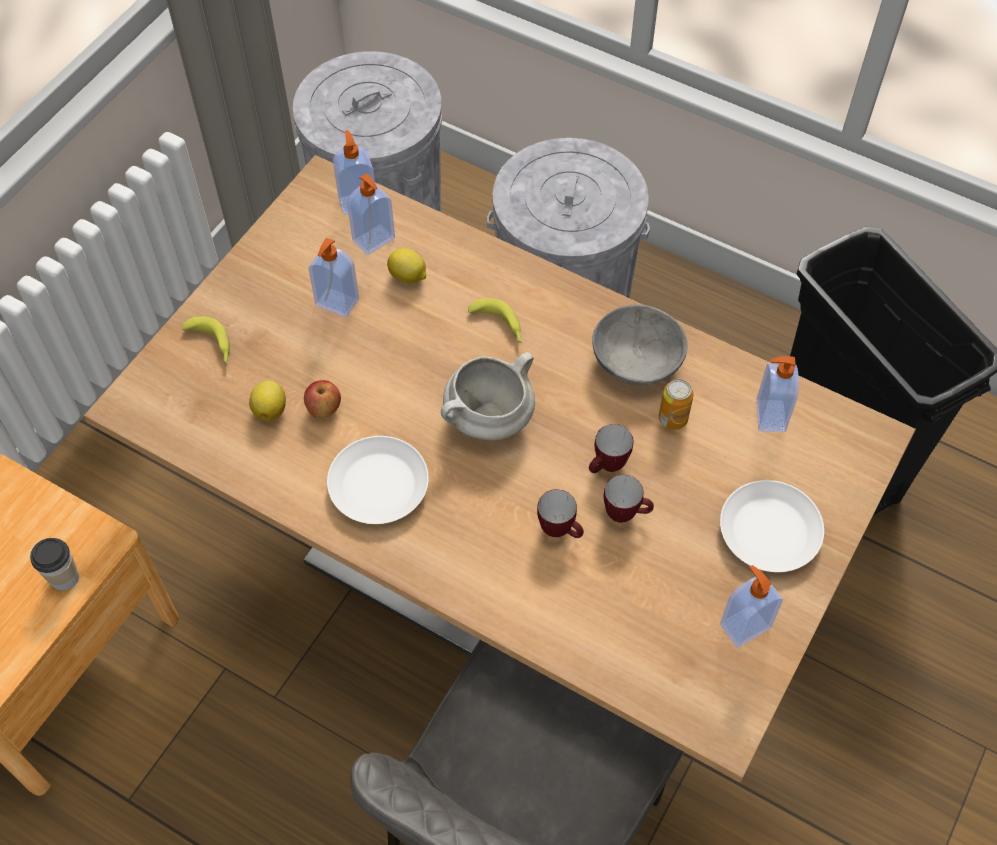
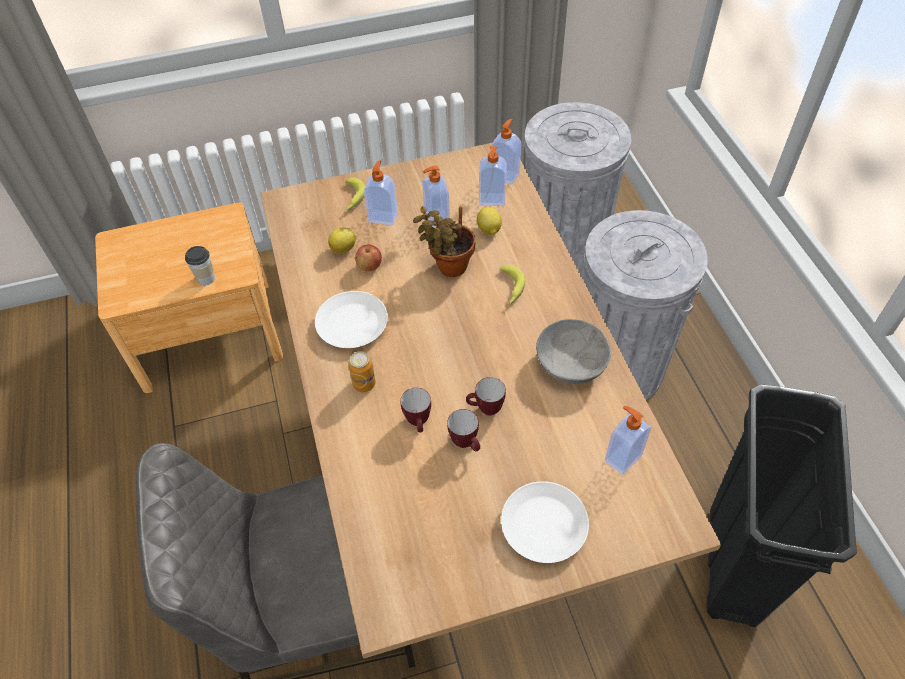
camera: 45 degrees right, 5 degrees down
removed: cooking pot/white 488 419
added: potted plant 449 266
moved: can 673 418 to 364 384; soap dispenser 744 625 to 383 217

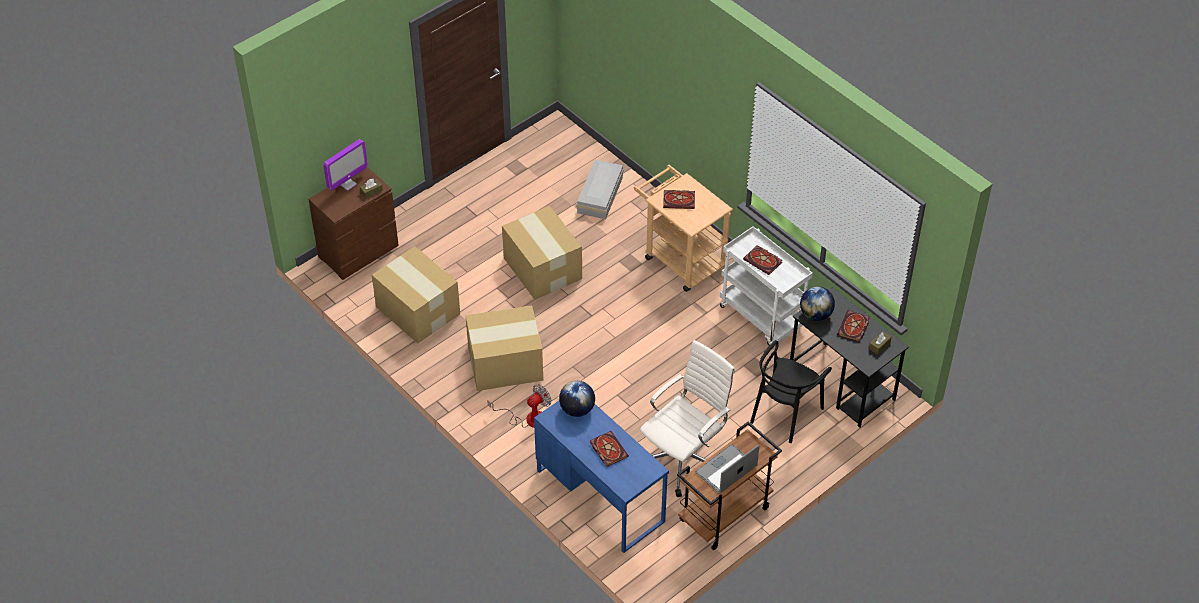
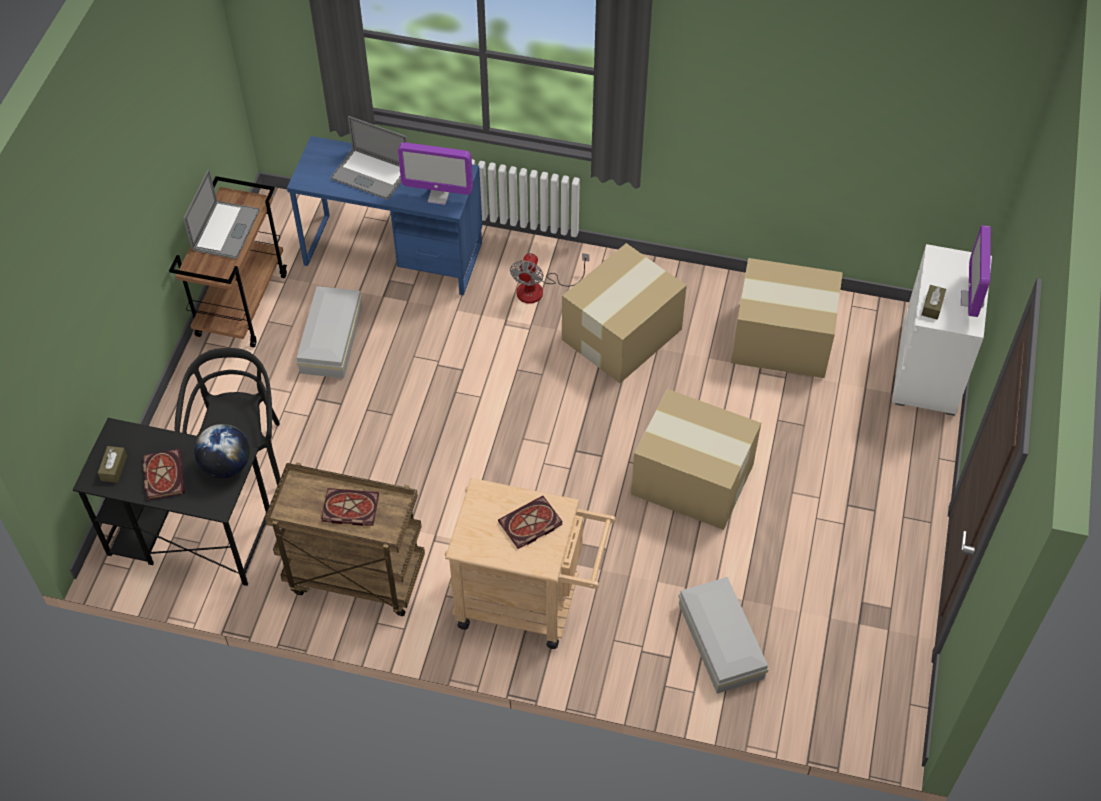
camera: 145 degrees right, 5 degrees up
replaced: office chair/white 684 458 to storage box/white 330 340; book 607 449 to laptop 370 174; globe 577 409 to monitor 438 196
recoloured: cart/white 763 317 to cart/brown 354 577; dresser/brown 359 252 to dresser/white 928 370

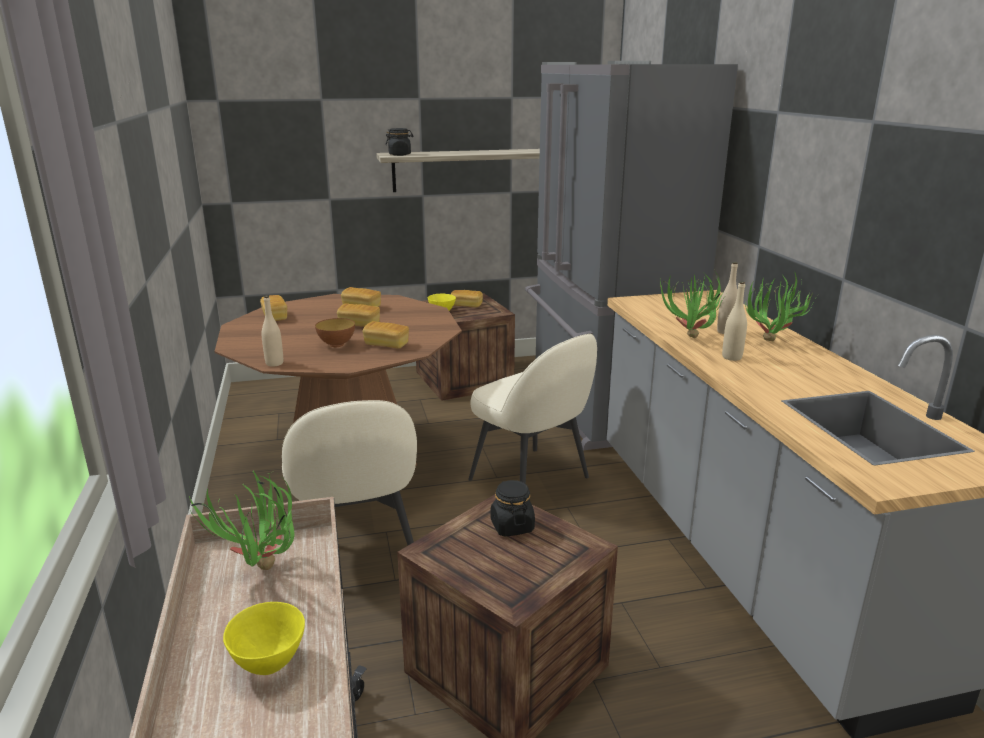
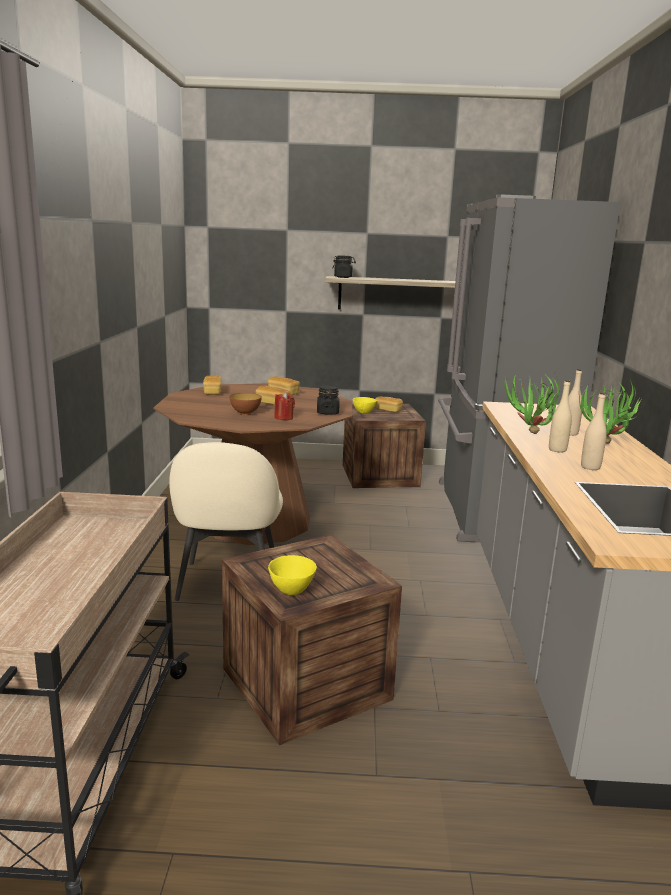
camera: 15 degrees right, 5 degrees down
removed: potted plant 262 576; chair/beige 531 480
moved: bowl/yellow 270 663 to 292 591; jar/black 512 526 to 327 412; bottle/beige 274 363 to 590 467
replaced: bread 386 344 to candle/red 284 418

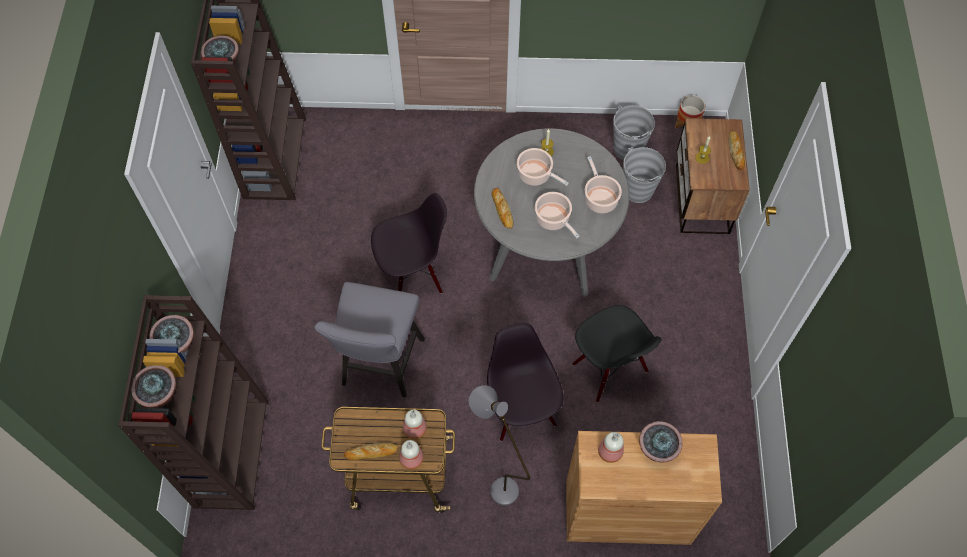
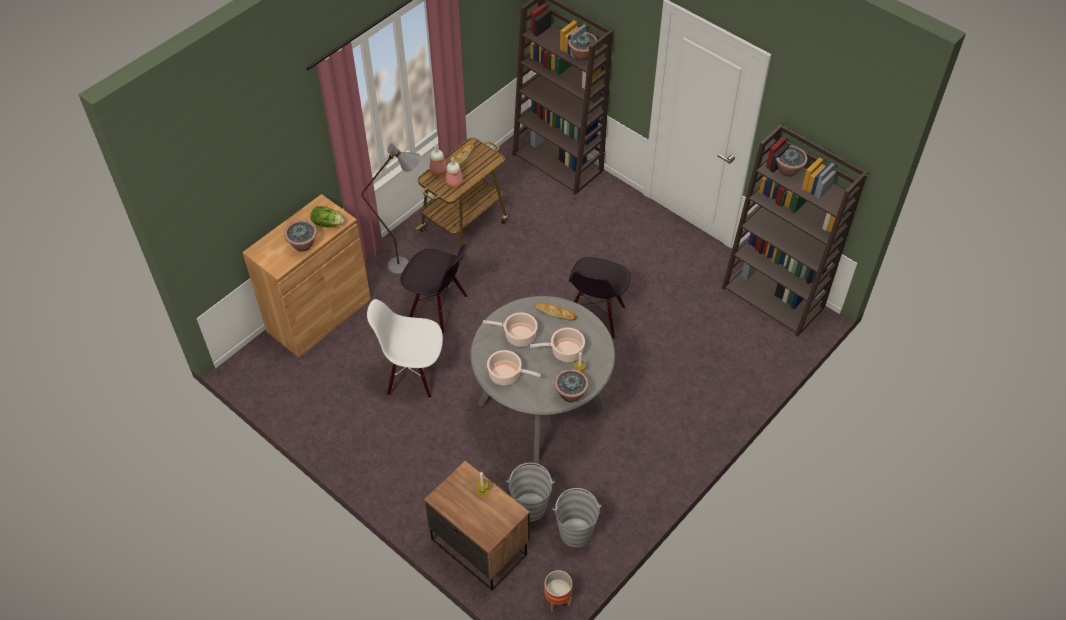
camera: 130 degrees right, 10 degrees down
removed: stool/grey 380 367; bread 736 151
moved: potted plant 160 395 to 570 394
replaced: bottle 609 452 to lettuce 327 223
recoloured: chair/black 609 368 to chair/white 413 375

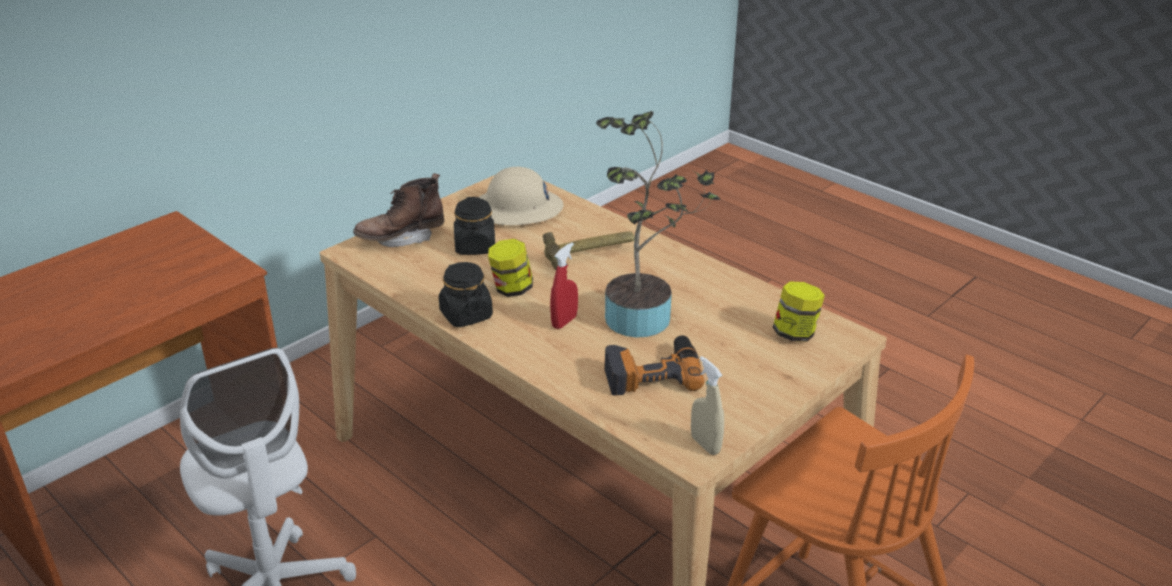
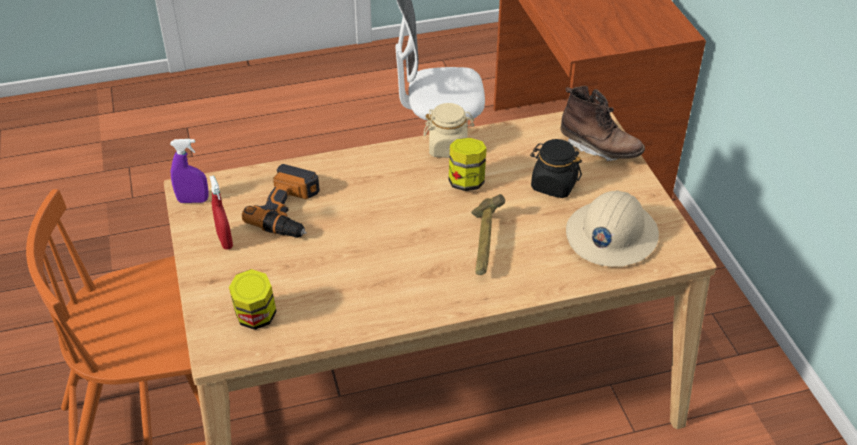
camera: 120 degrees right, 10 degrees up
removed: potted plant 645 317
moved: spray bottle/red 564 322 to 225 241
recoloured: spray bottle/beige 705 445 to spray bottle/purple 193 200; jar/black 466 315 to jar/beige 448 148
turned: boot/brown 401 238 = 599 149 120 degrees clockwise

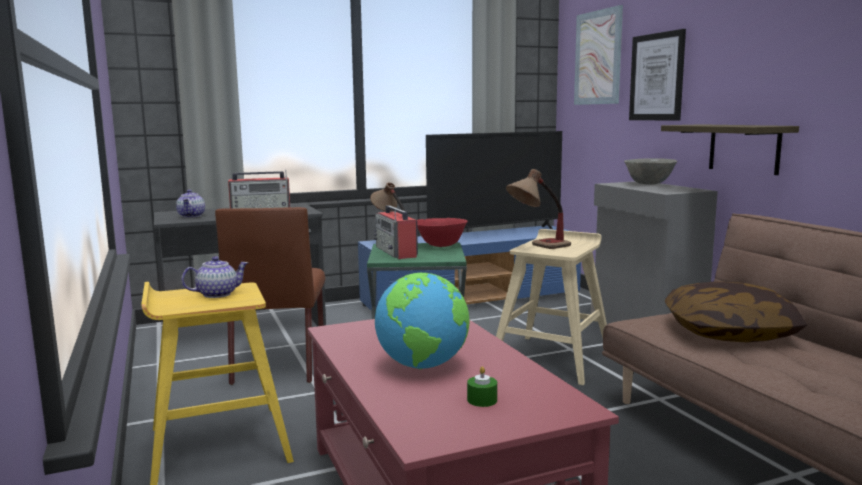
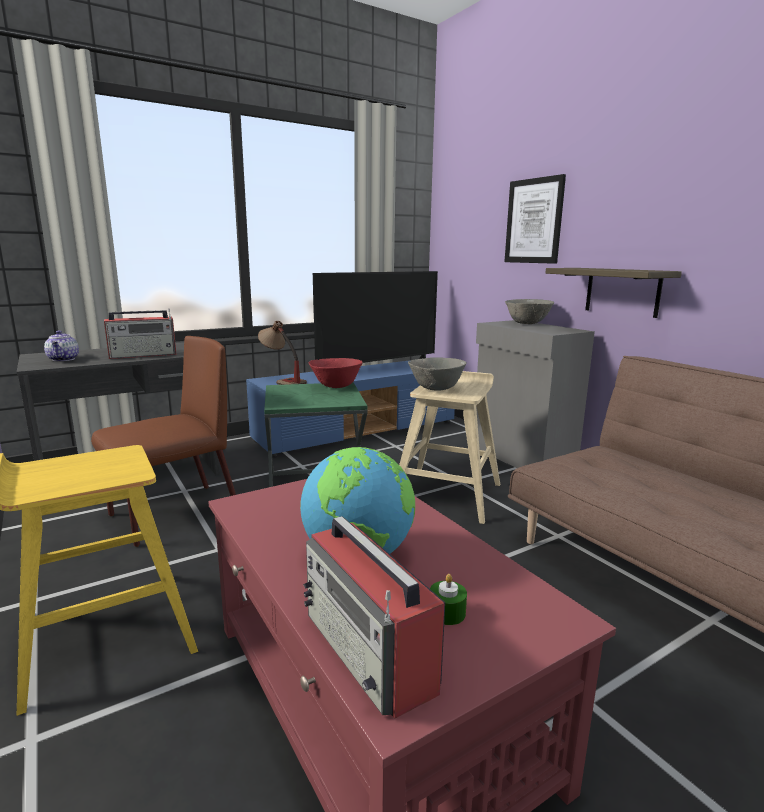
camera: 10 degrees left, 5 degrees up
removed: teapot 217 294; picture 598 58; pillow 729 333
moved: radio 396 252 to 370 652
replaced: table lamp 537 247 to bowl/grey 436 389
turned: chair/brown 280 363 = 173 514 120 degrees counterclockwise

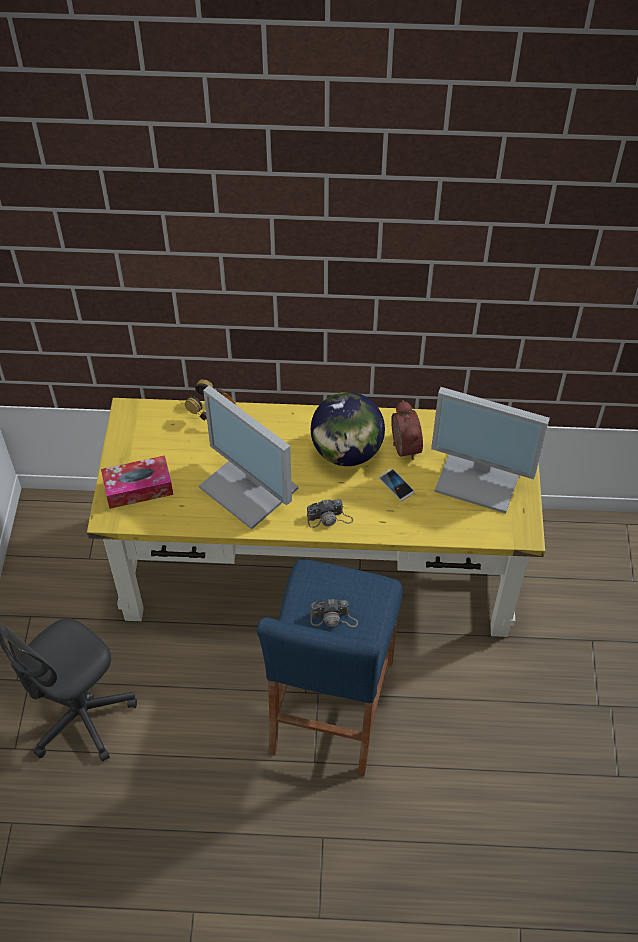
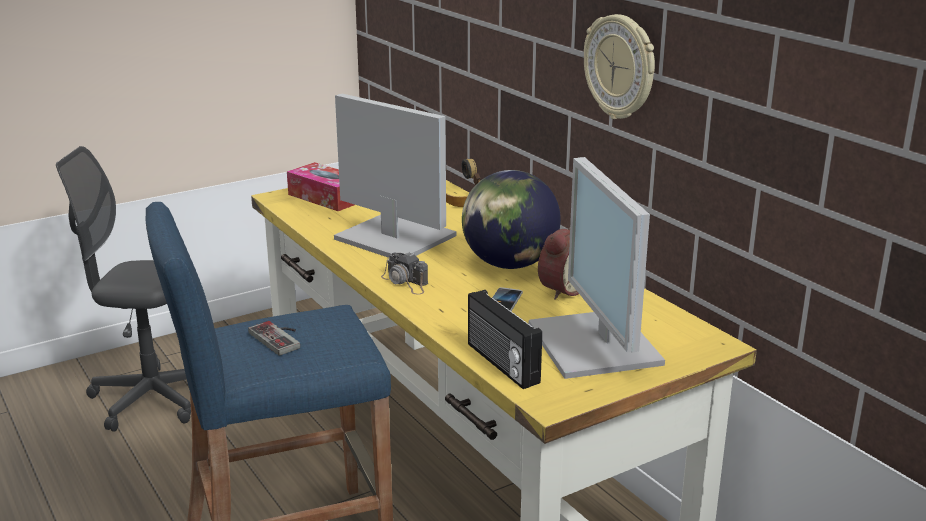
camera: 55 degrees right, 30 degrees down
added: radio 501 364; wall clock 620 67
replaced: photo camera 333 618 to game controller 280 338
turned: monitor 251 488 = 392 237 120 degrees clockwise

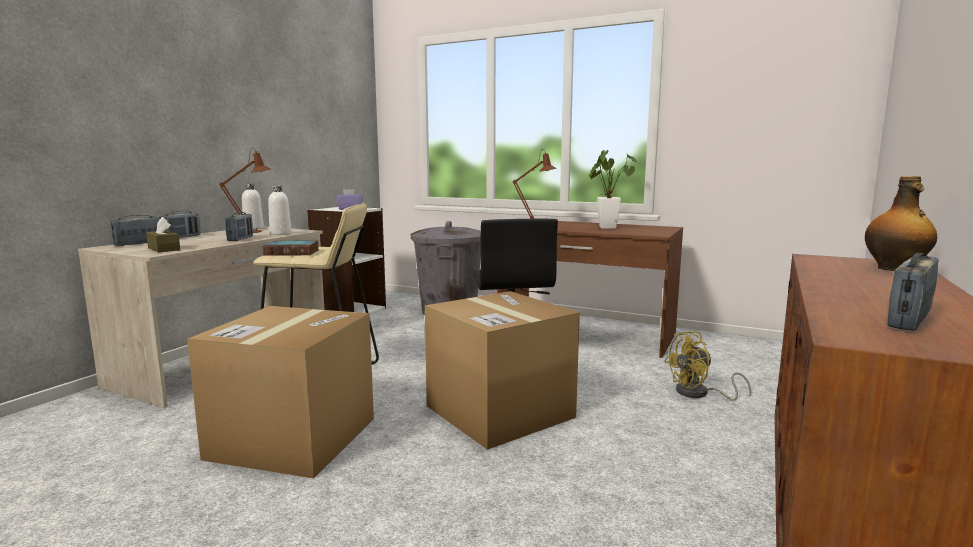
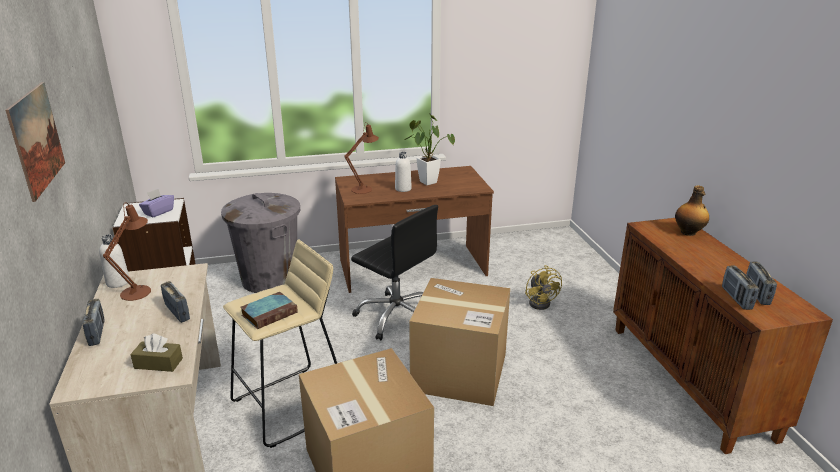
camera: 40 degrees left, 15 degrees up
added: picture 37 139
moved: bottle/white 280 234 to 403 189; radio 138 243 to 736 298
turned: fan/yellow 699 394 = 541 302 45 degrees counterclockwise

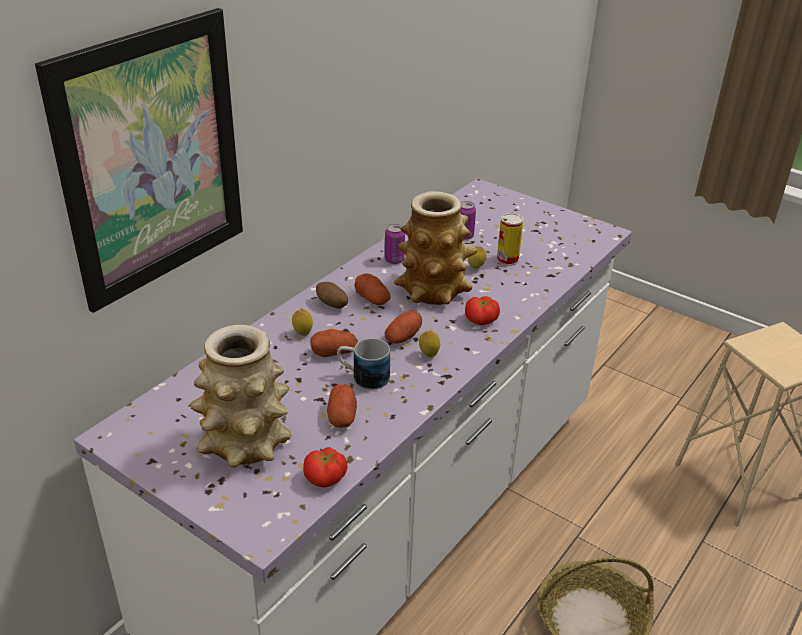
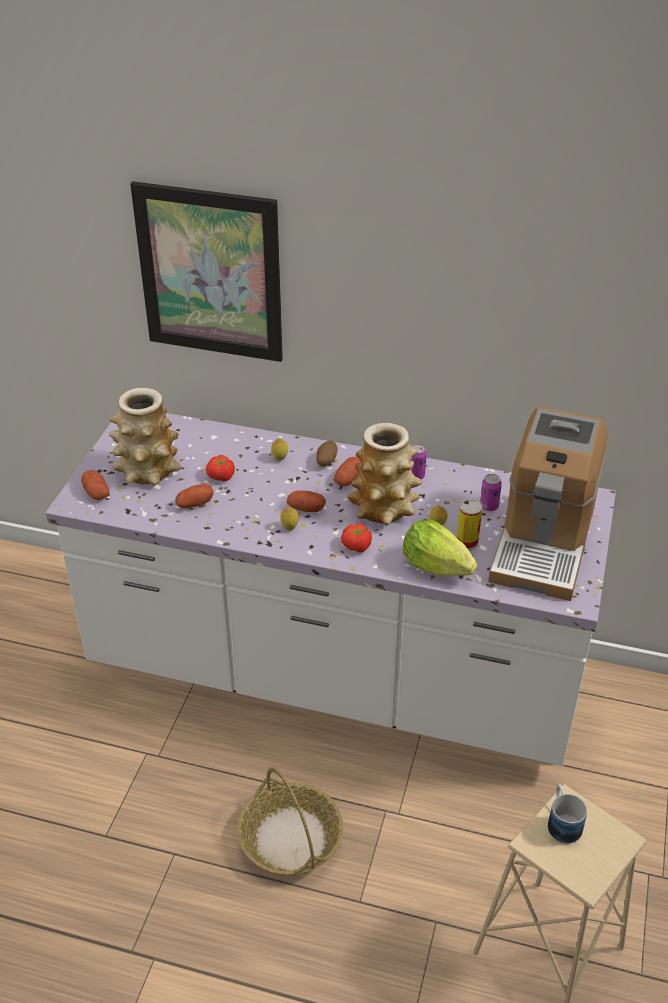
camera: 70 degrees right, 5 degrees up
added: lettuce 436 566; coffee machine 543 543
moved: potato 334 352 to 96 493; tomato 325 478 to 221 476; mug 363 377 to 562 822

